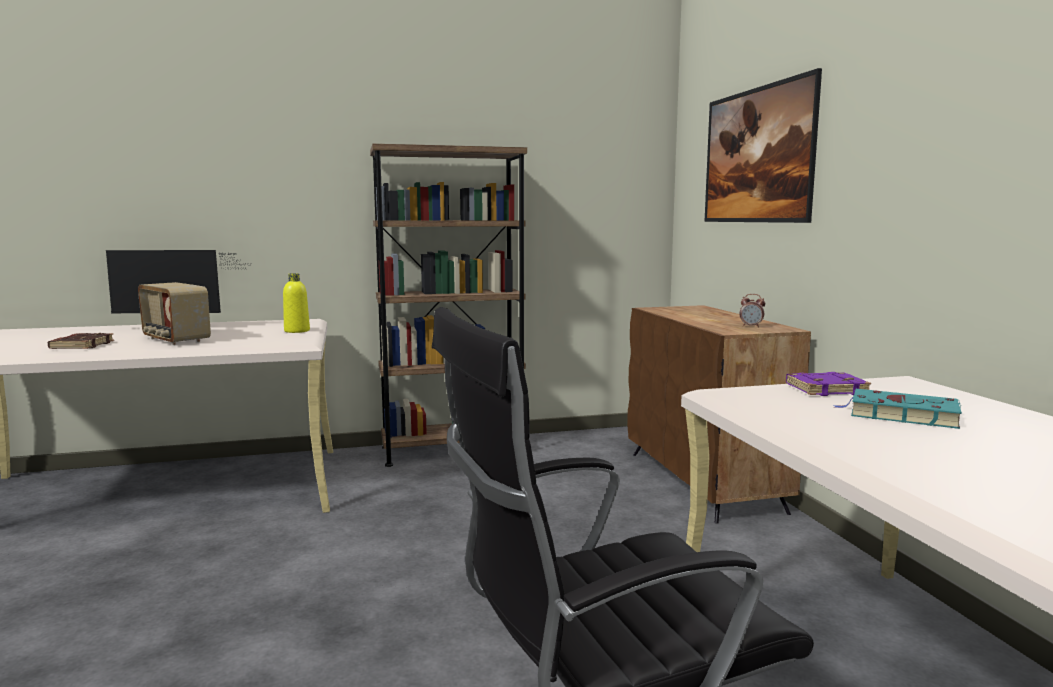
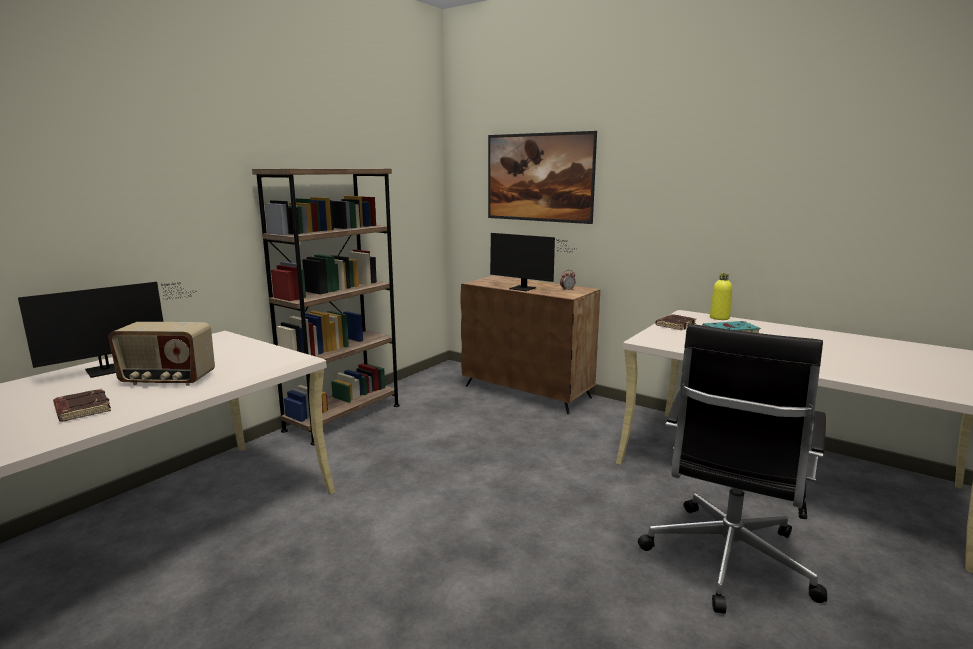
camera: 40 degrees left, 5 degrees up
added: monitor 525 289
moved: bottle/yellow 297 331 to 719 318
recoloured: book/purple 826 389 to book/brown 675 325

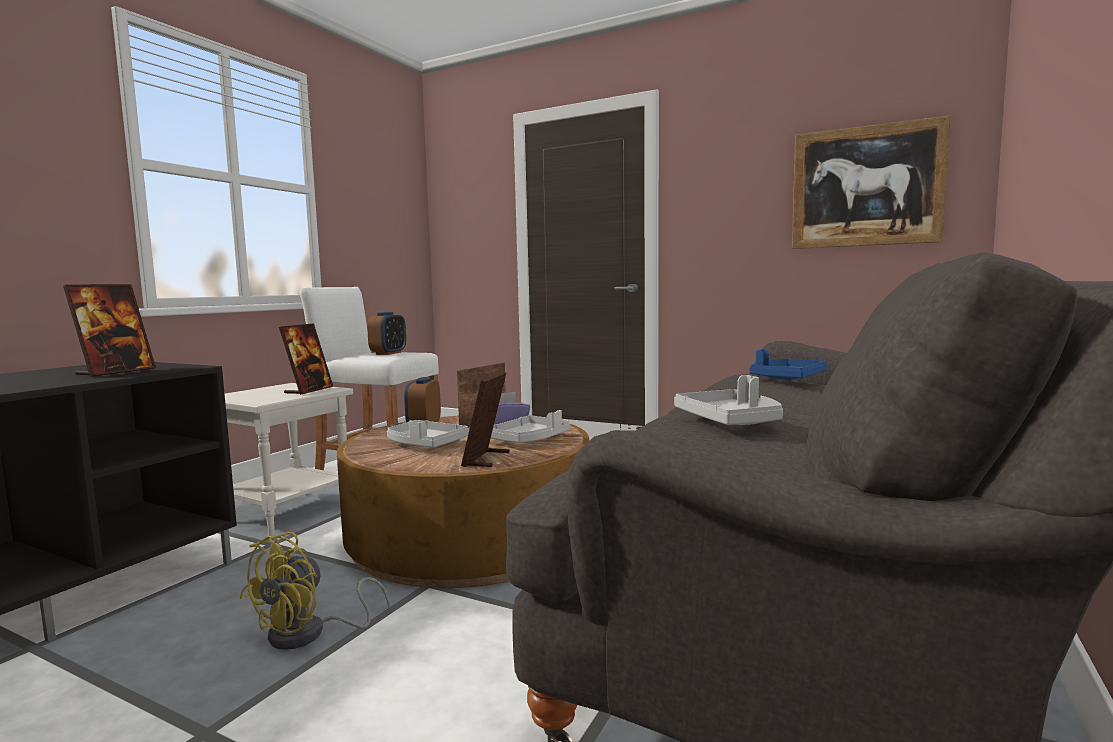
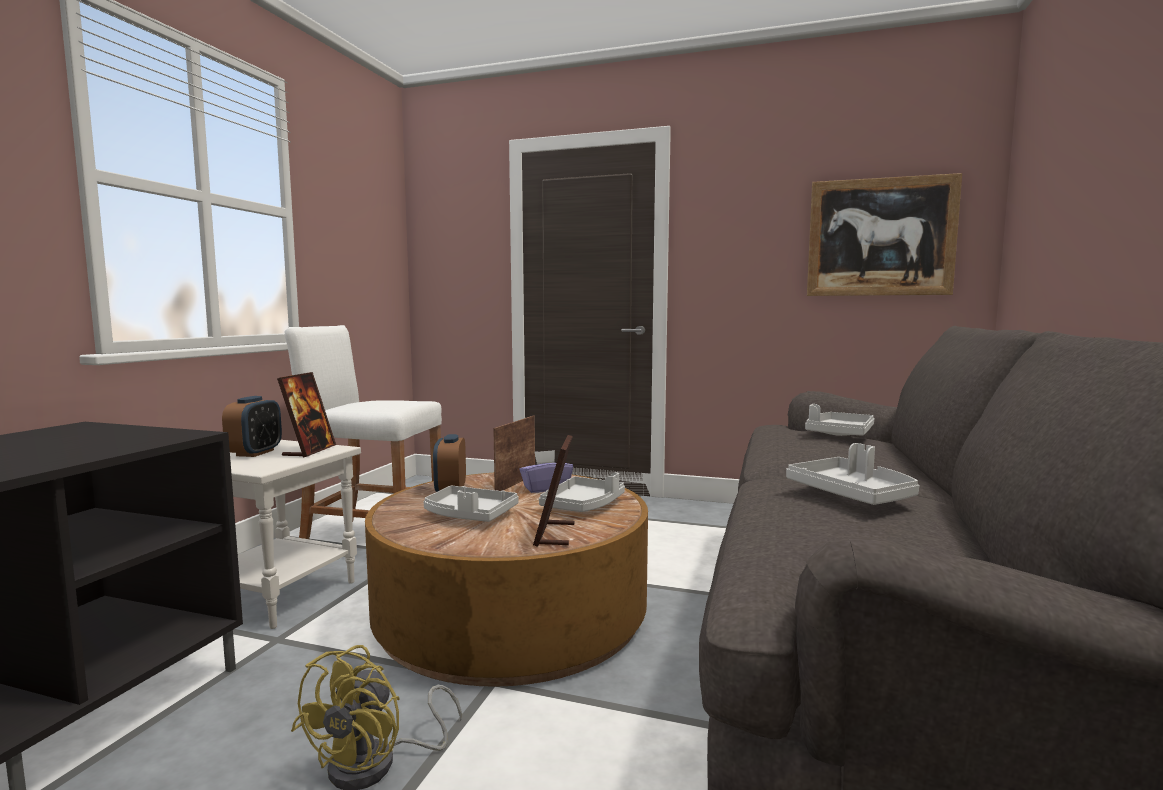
camera: 10 degrees left, 0 degrees up
removed: picture frame 116 372
moved: alarm clock 388 353 to 255 453
recoloured: tray/blue 788 378 to tray/grey 839 434

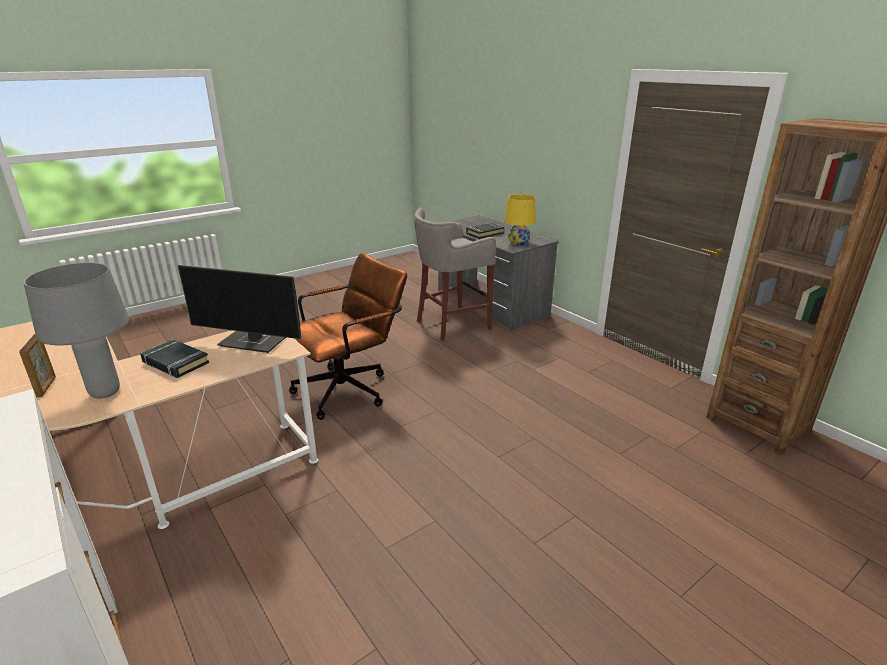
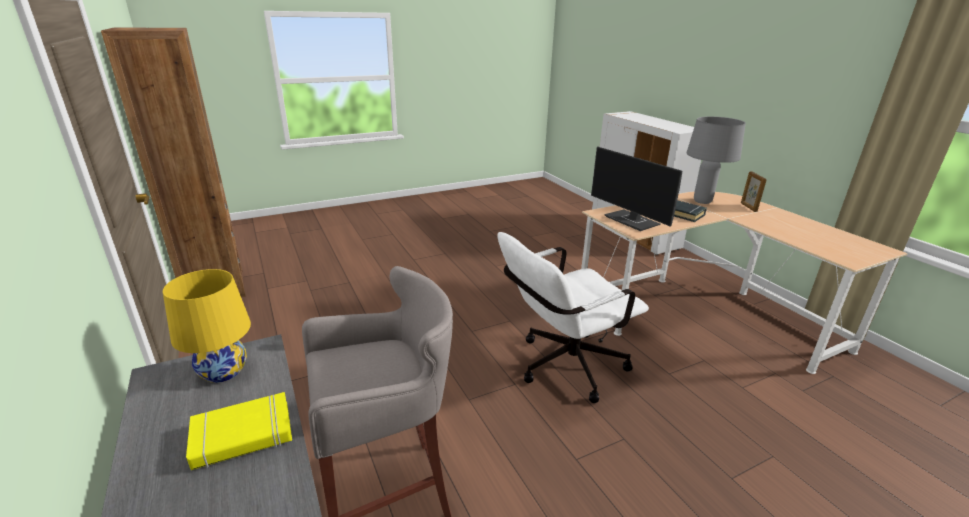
camera: 170 degrees left, 0 degrees up
recoloured: book/black 484 233 to book/yellow 242 435; office chair/brown 350 389 to office chair/white 562 367
turned: monitor 254 342 = 632 221 150 degrees counterclockwise

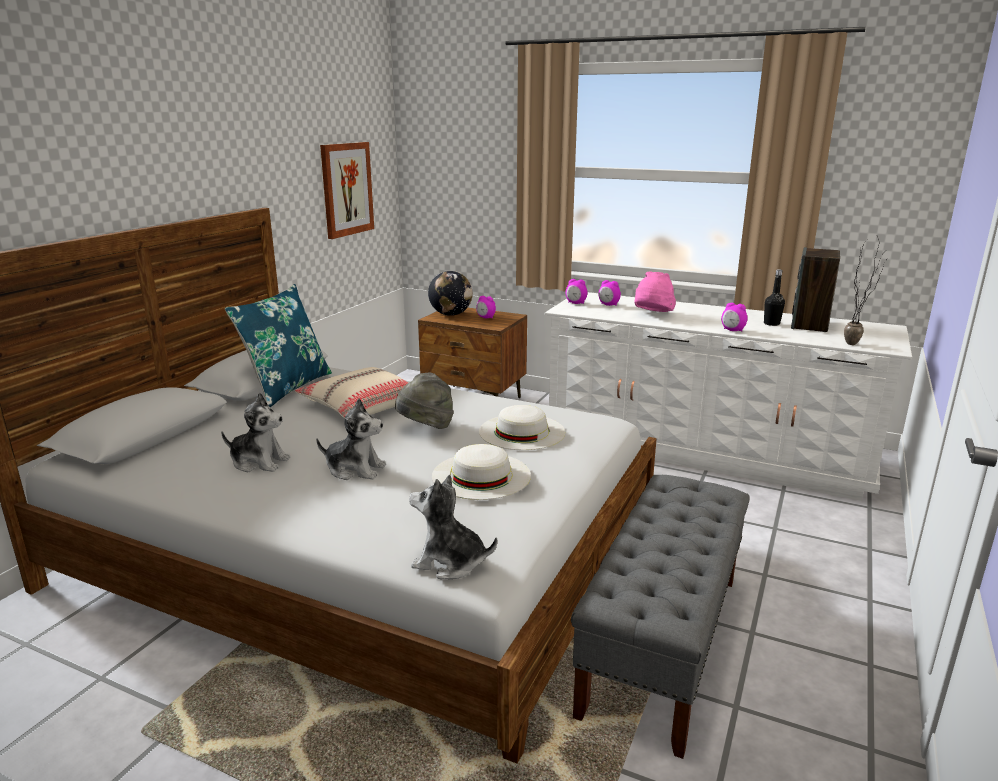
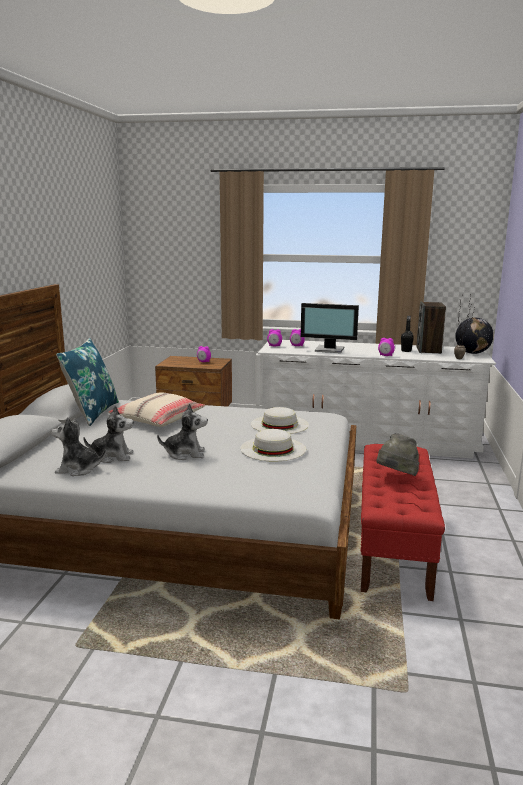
camera: 15 degrees left, 5 degrees down
removed: picture 346 189
moved: plush toy 450 563 to 78 469; hat/grey 426 428 to 396 476; globe 451 314 to 472 353
replaced: hat/pink 652 315 to monitor 330 350
recoloured: bench/grey 662 642 to bench/red 393 546

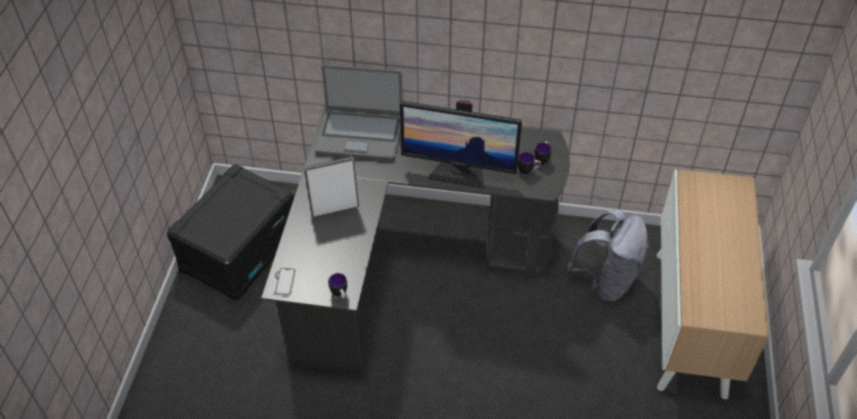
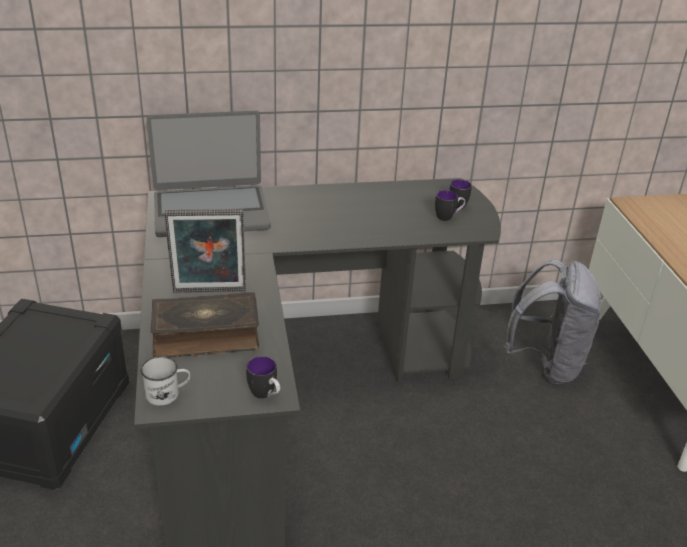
camera: 20 degrees left, 15 degrees down
removed: monitor 459 172
added: book 205 335
replaced: phone 285 281 to mug/white 168 394
turned: picture frame 334 209 = 209 293 150 degrees counterclockwise

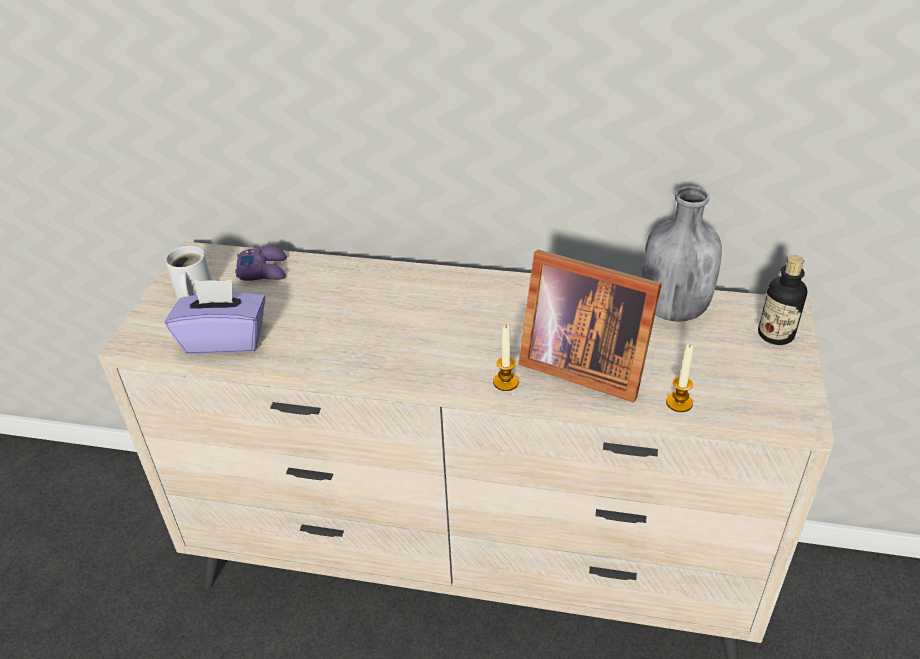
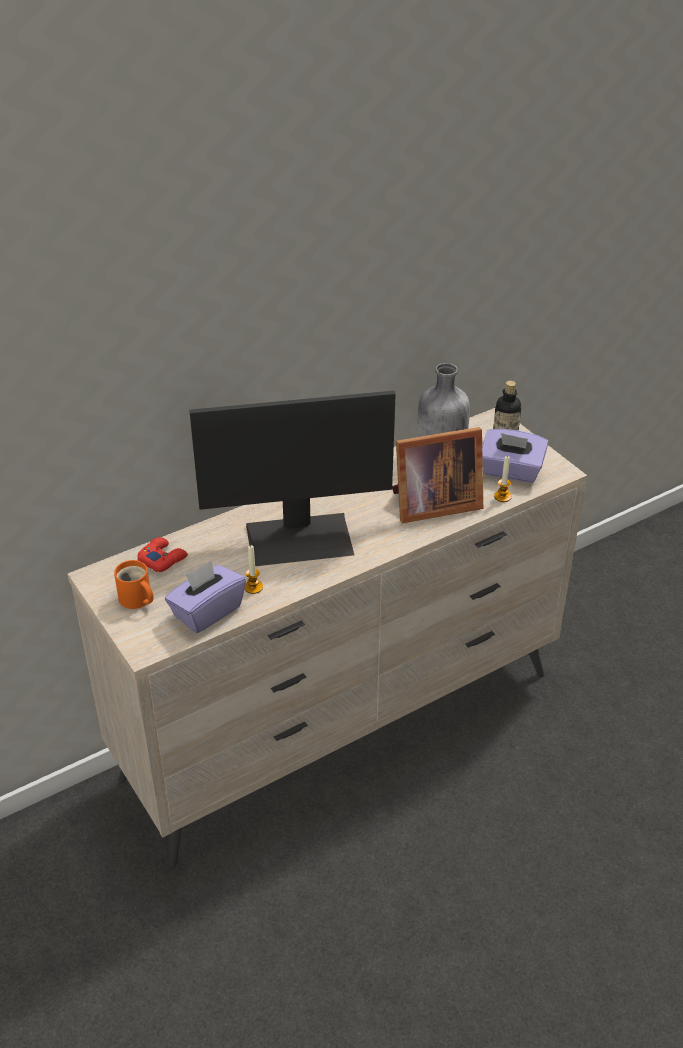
camera: 45 degrees left, 0 degrees up
added: monitor 300 538; tissue box/purple 511 471
moved: candle 505 382 to 253 587
recoloured: mug/white 192 293 to mug/orange 136 600; game controller/purple 263 270 to game controller/red 162 559

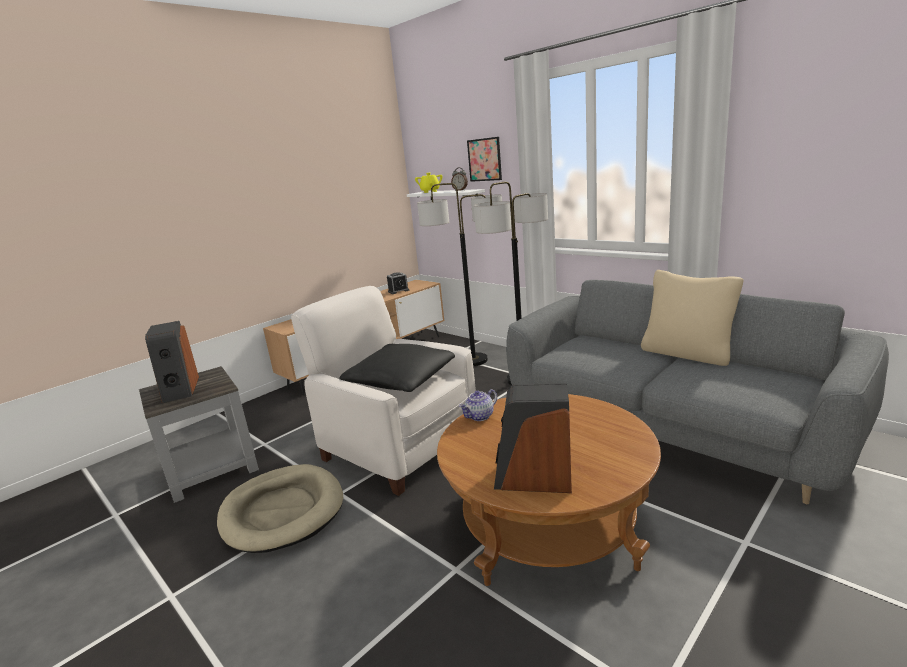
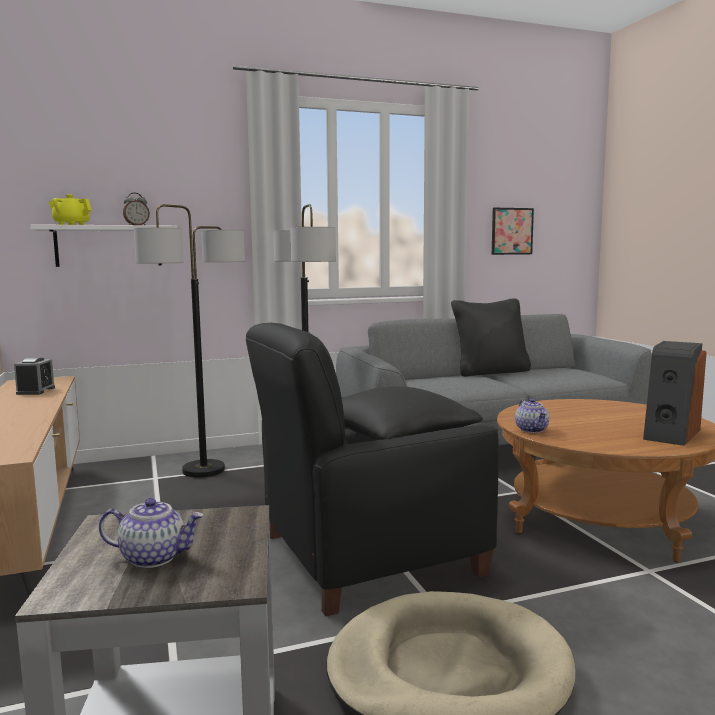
camera: 65 degrees left, 10 degrees down
moved: picture 484 159 to 512 231
replaced: speaker 180 389 to teapot 154 557
recoloured: armchair/white 398 447 to armchair/black 367 554; pillow/beige 687 354 to pillow/black 490 372

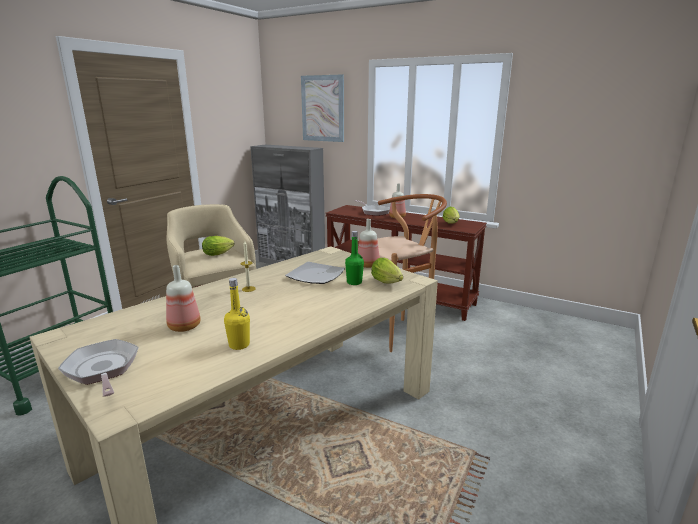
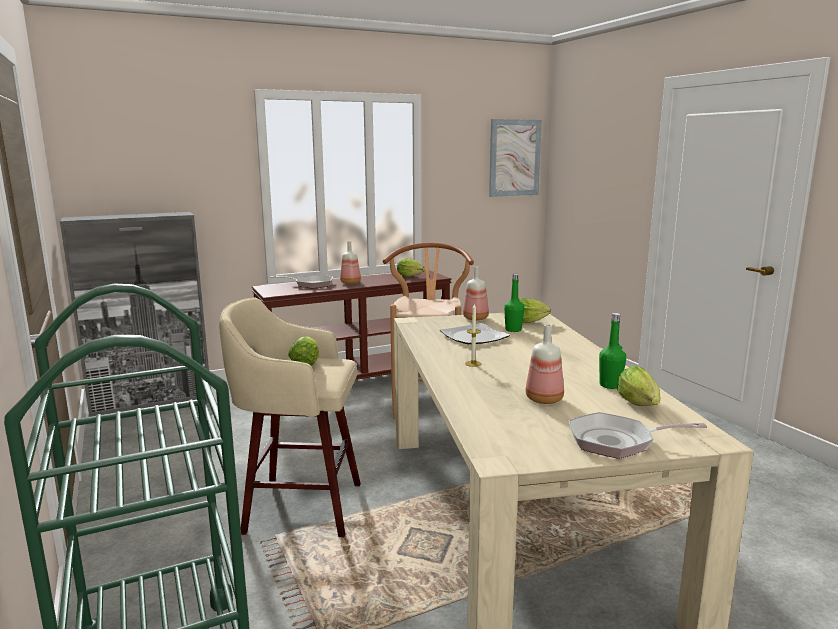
camera: 55 degrees left, 5 degrees down
added: lettuce 640 405
moved: picture 322 108 to 514 158
recoloured: bottle/yellow 239 345 to bottle/green 610 385

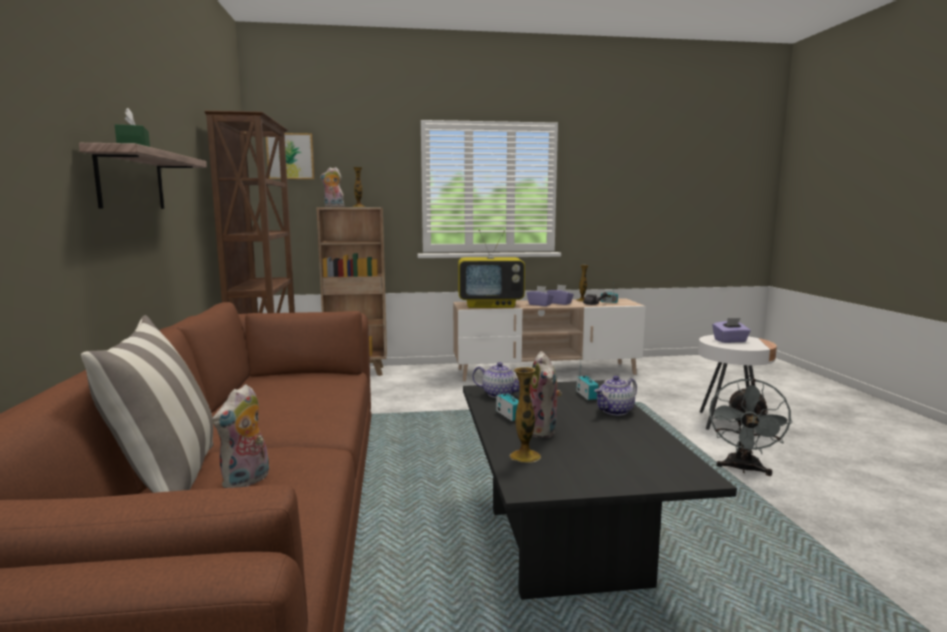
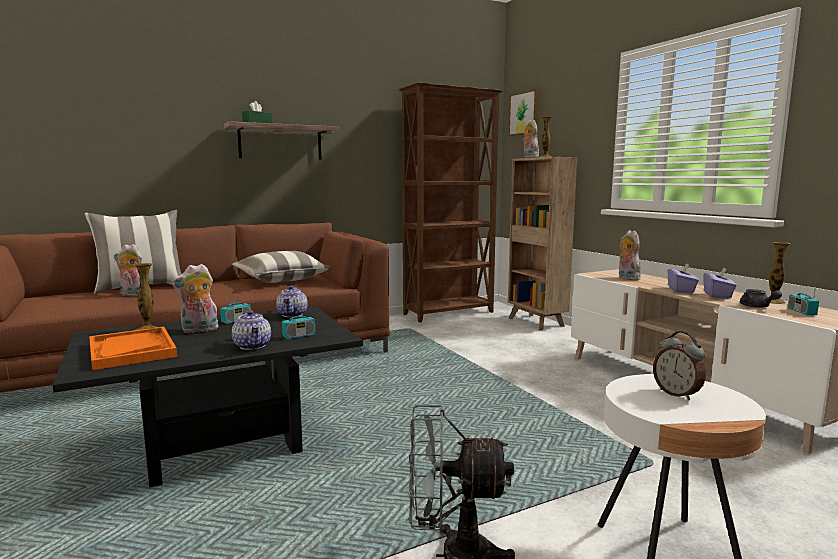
camera: 70 degrees right, 0 degrees up
added: tray/orange 132 350; pillow 281 280
replaced: television 491 305 to plush toy 626 278; tissue box/purple 730 341 to alarm clock 677 394
turned: teapot 615 411 = 253 346 150 degrees counterclockwise

